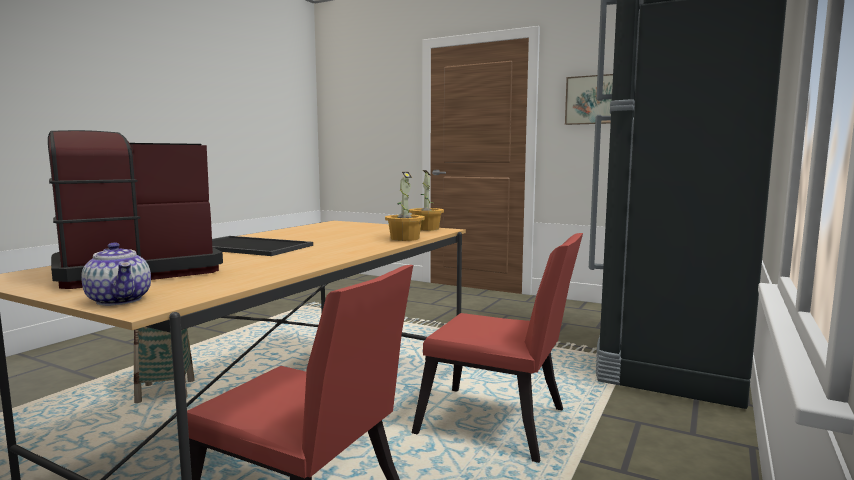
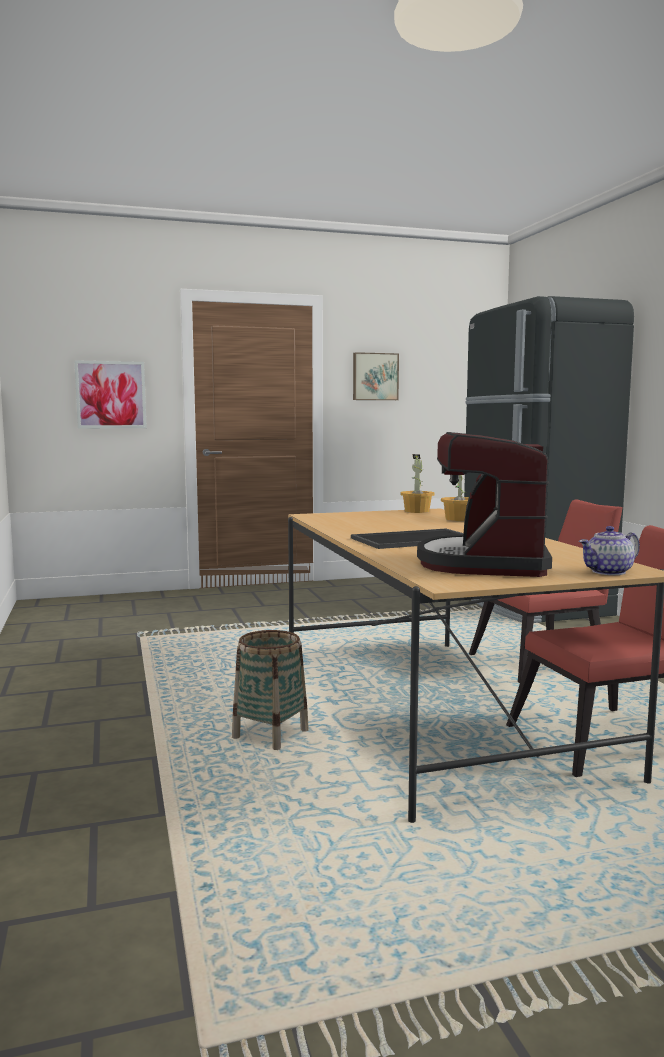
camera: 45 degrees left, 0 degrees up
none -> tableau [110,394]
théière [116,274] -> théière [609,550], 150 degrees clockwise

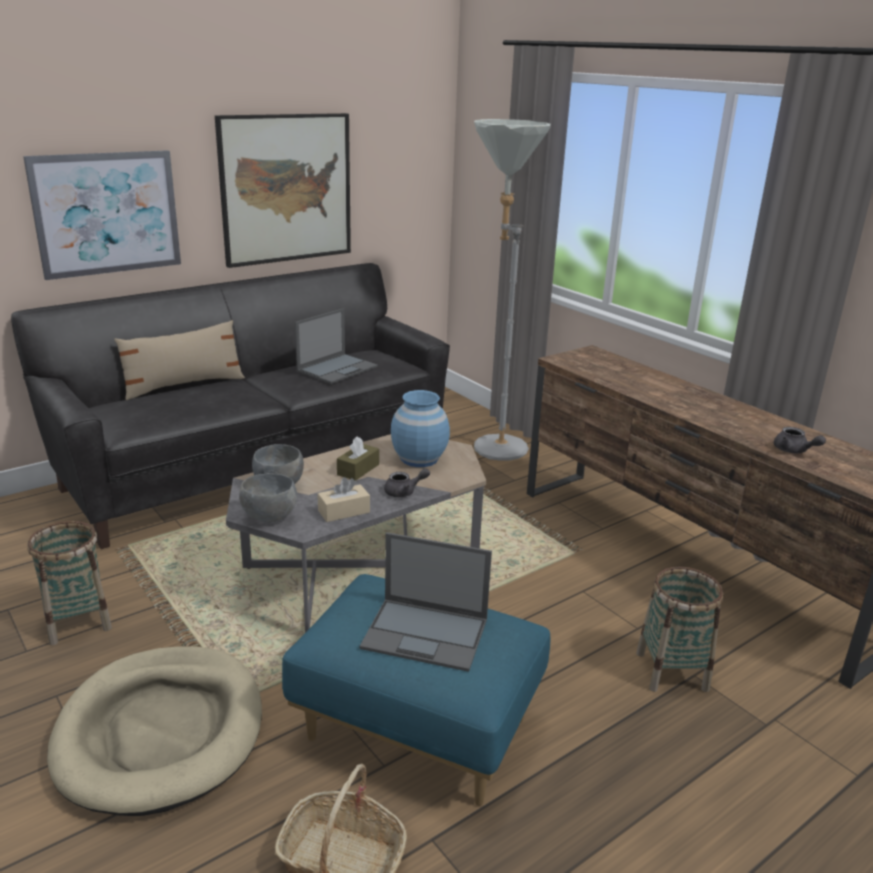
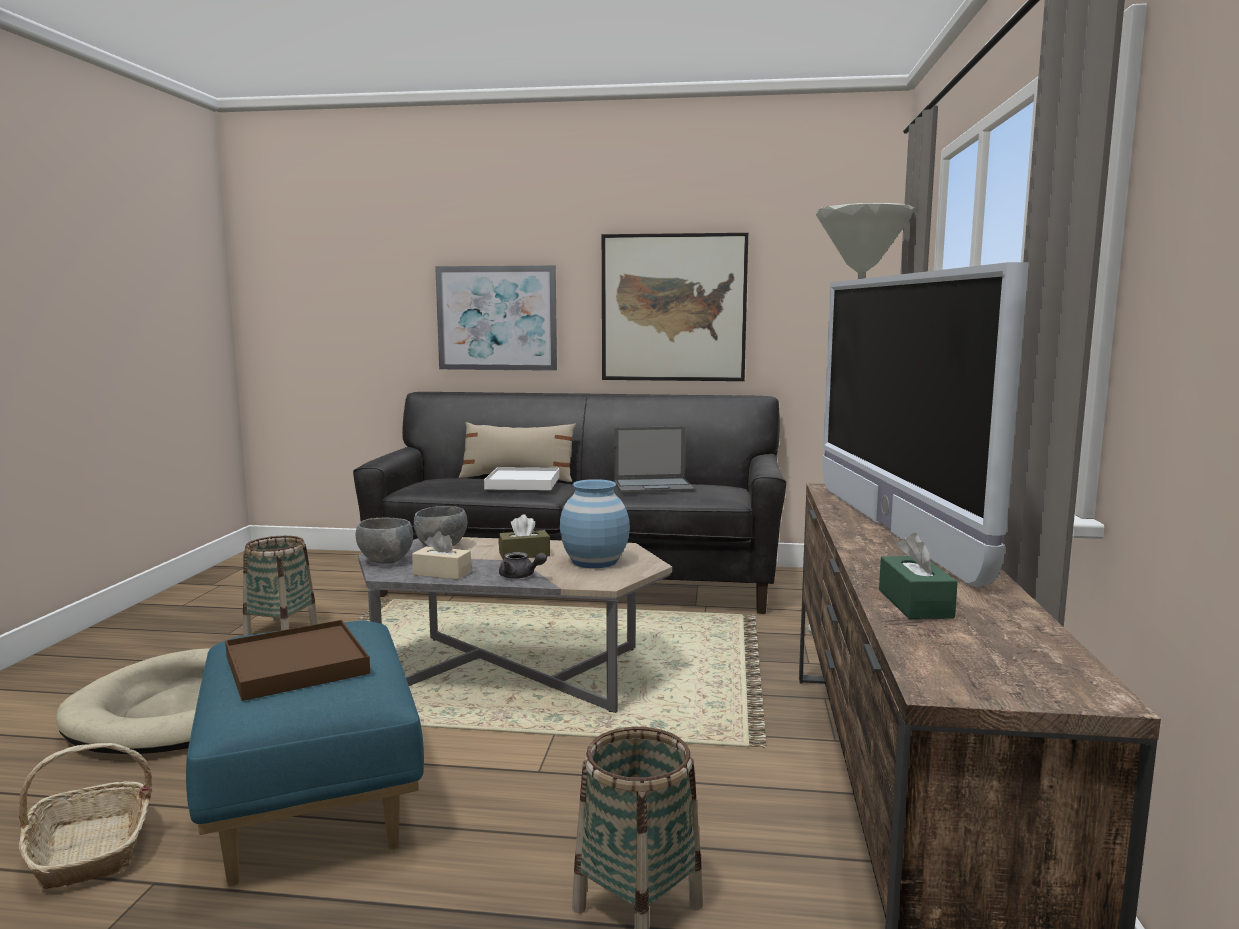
camera: 45 degrees right, 15 degrees down
ordinateur portable [426,602] -> plateau/marron [297,660]
none -> plateau/blanc [522,478]
none -> téléviseur [925,424]
théière/gris [800,440] -> boîte à mouchoirs/vert [918,576]

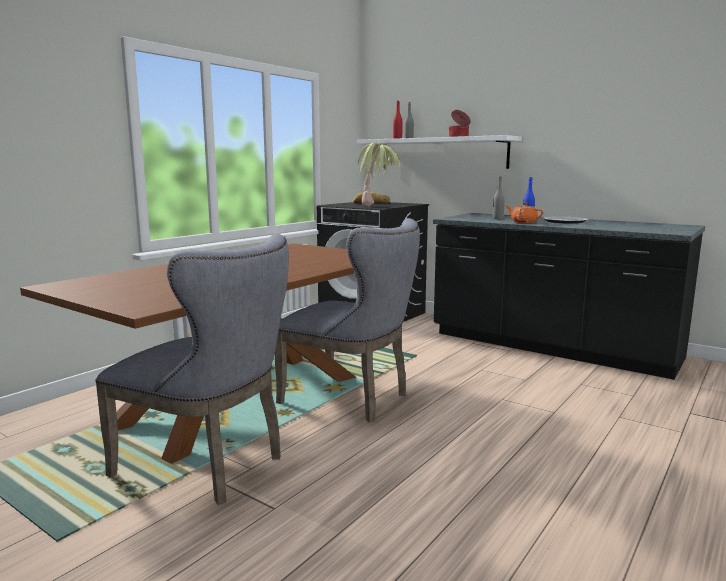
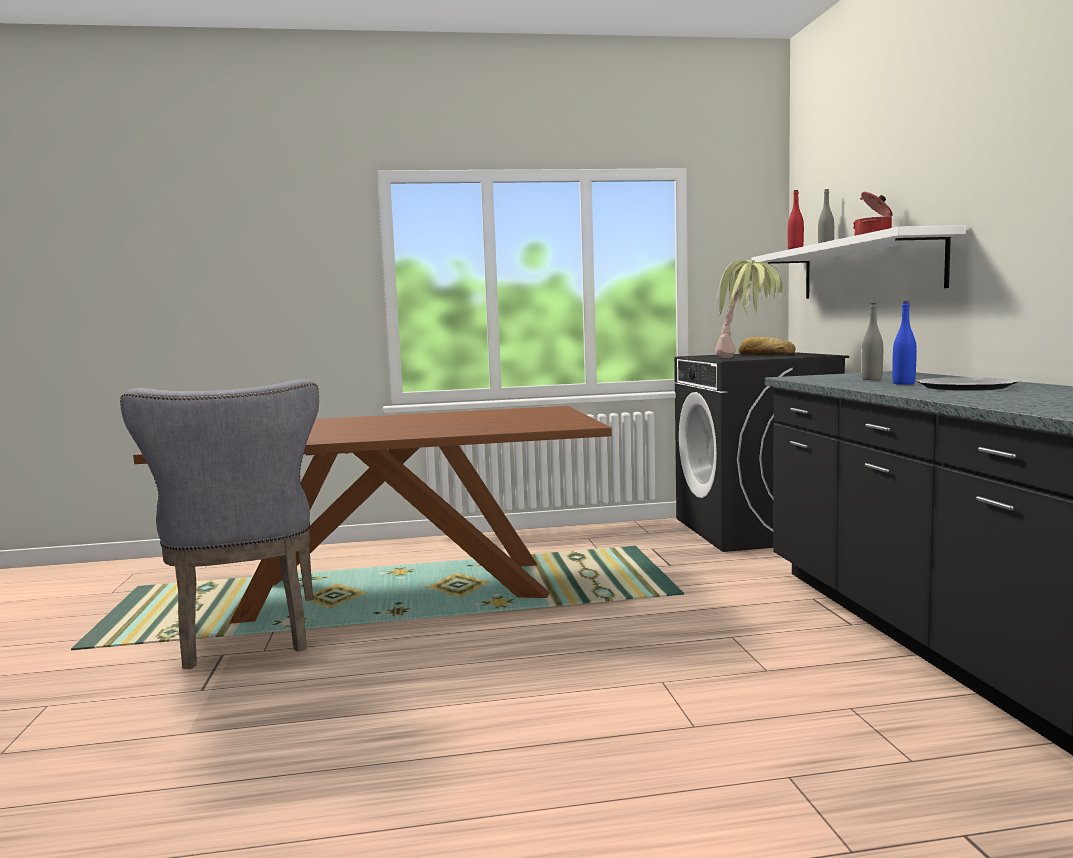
camera: 45 degrees right, 5 degrees down
chaise/gris [347,320] -> none
théière/orange [524,212] -> none

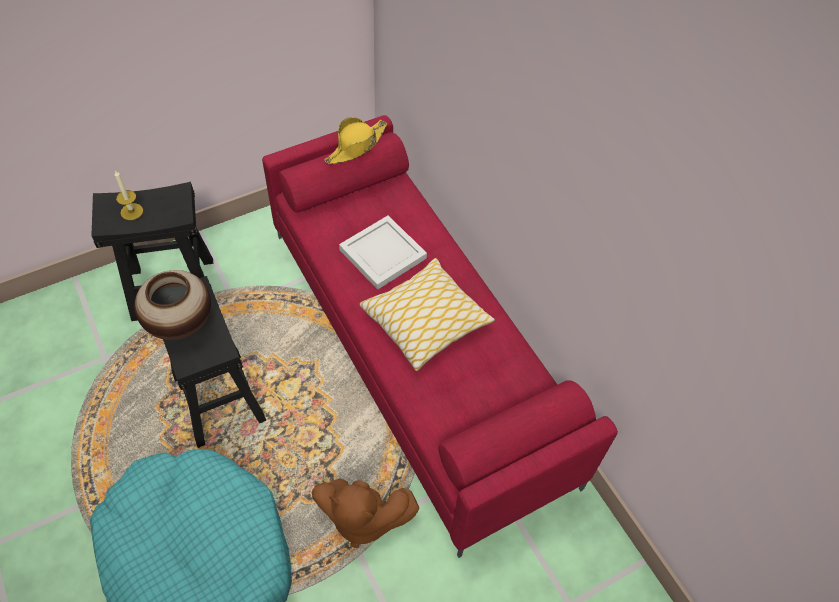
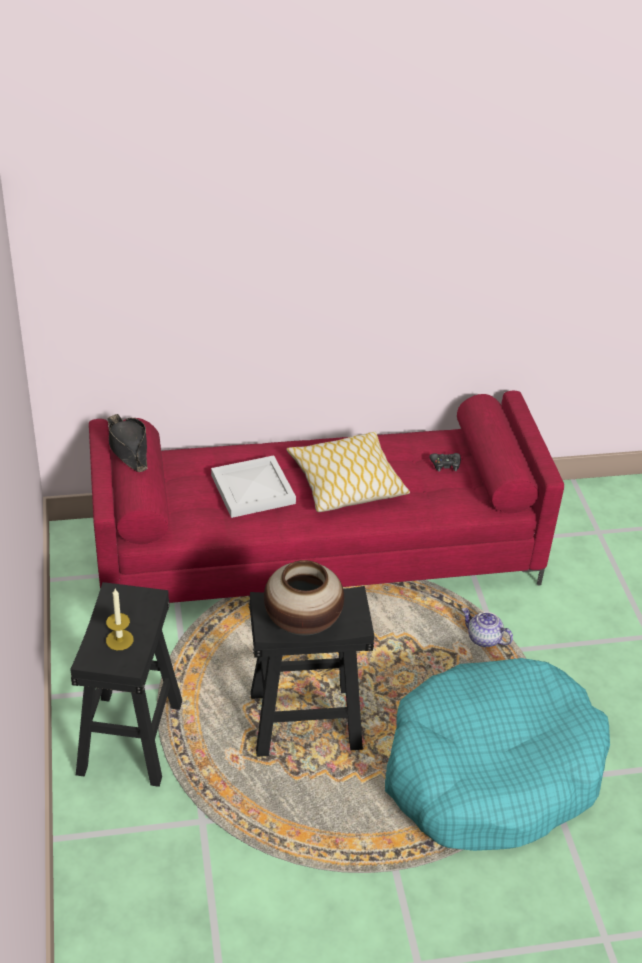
camera: 70 degrees left, 15 degrees down
chapeau/jaune [355,140] -> chapeau/noir [127,443]
none -> manette/noir [445,462]
peluche/marron [365,513] -> théière [487,627]

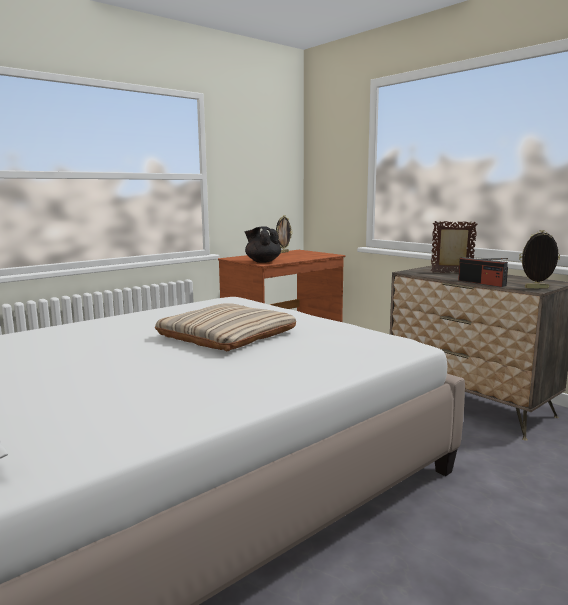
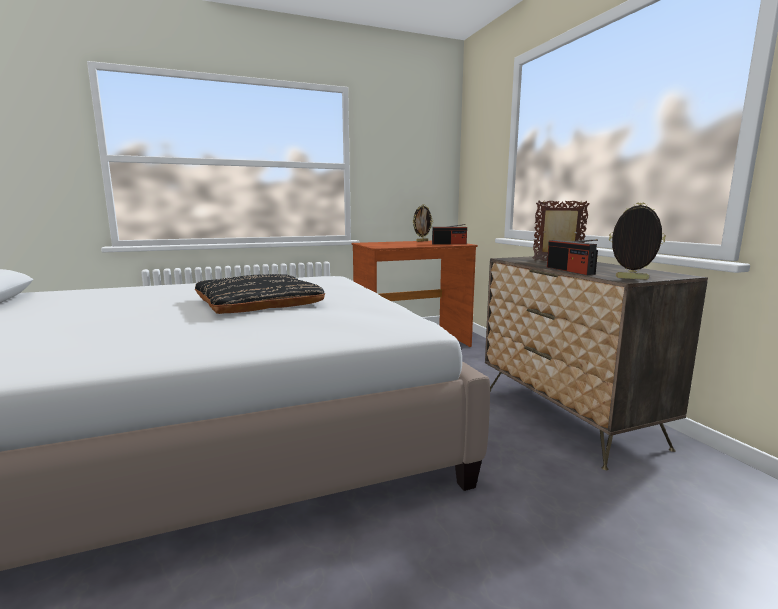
camera: 20 degrees right, 0 degrees up
coussin/beige [226,327] -> coussin/noir [260,294]
none -> radio [449,234]
théière/noir [263,244] -> none

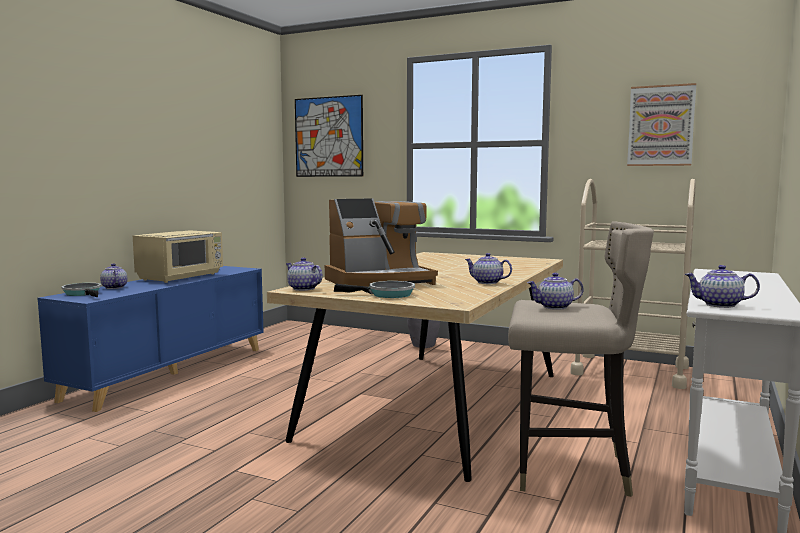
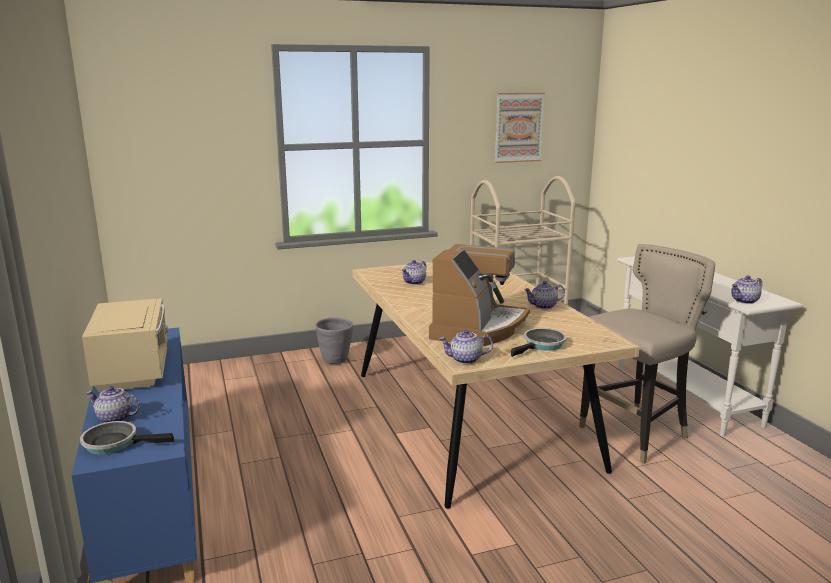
camera: 45 degrees left, 10 degrees up
théière [555,291] -> théière [414,272], move
tableau [329,136] -> none

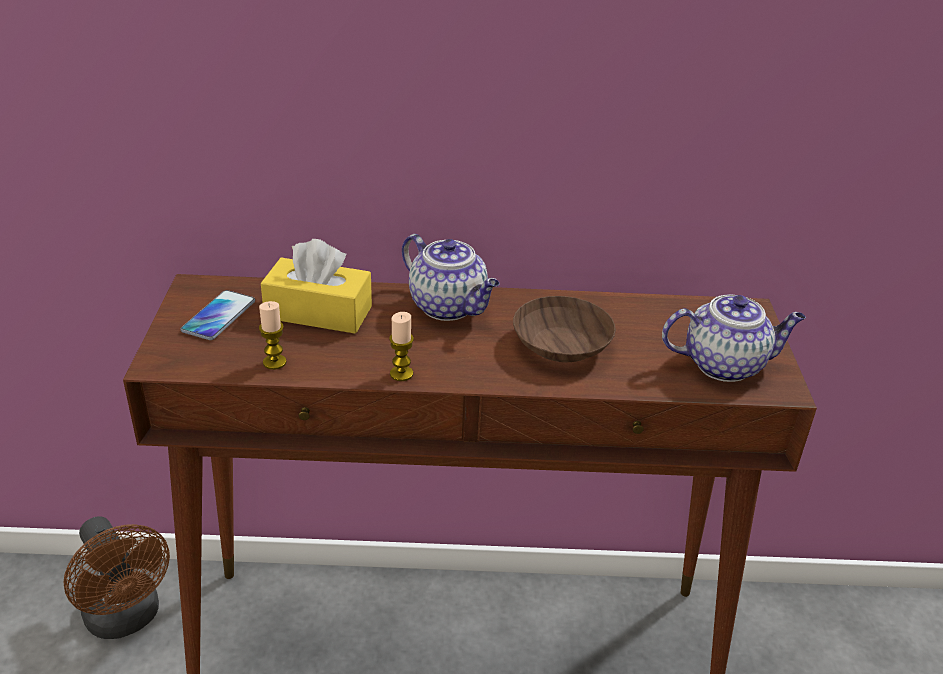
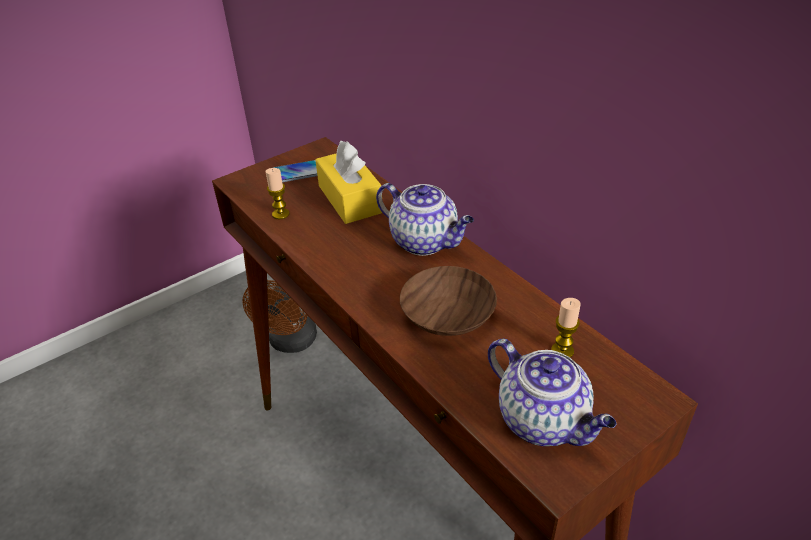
camera: 55 degrees right, 5 degrees up
théière [451,277] -> théière [425,219], 60 degrees counterclockwise
bougie [401,346] -> bougie [566,328], move

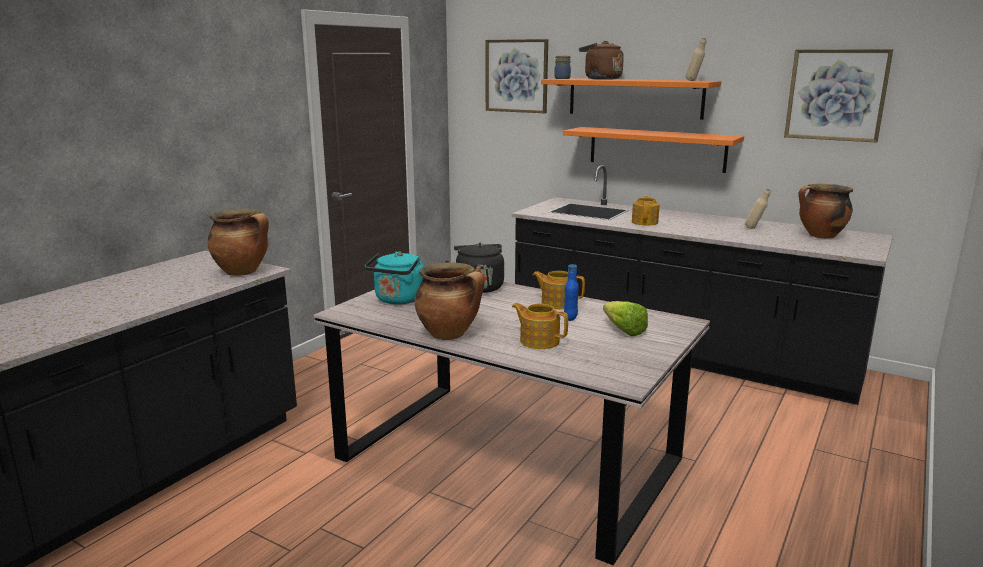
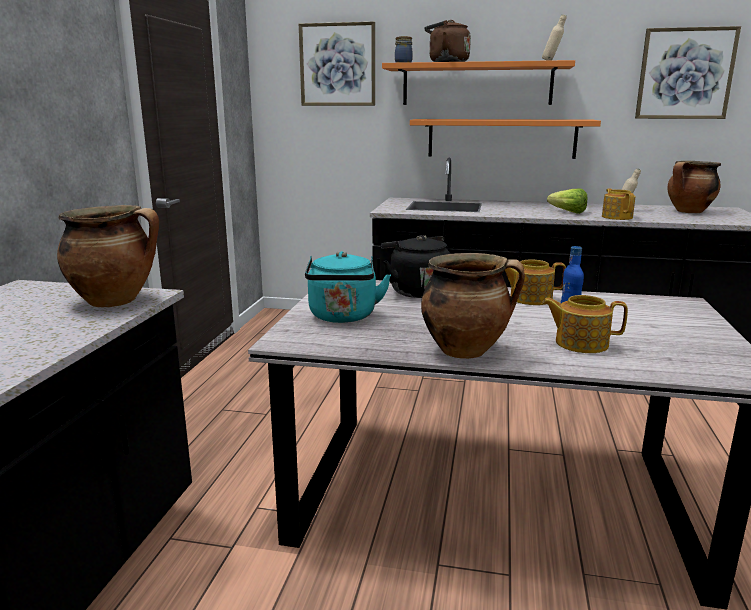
camera: 20 degrees left, 0 degrees up
laitue [625,318] -> laitue [567,201], move
théière [646,211] -> théière [618,204], move

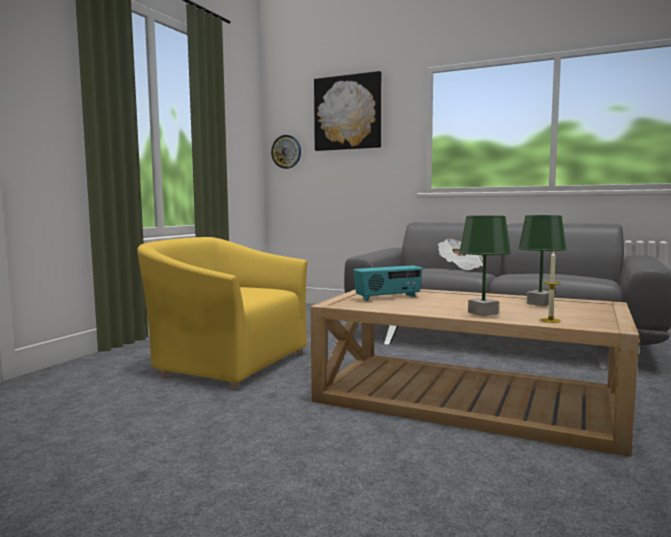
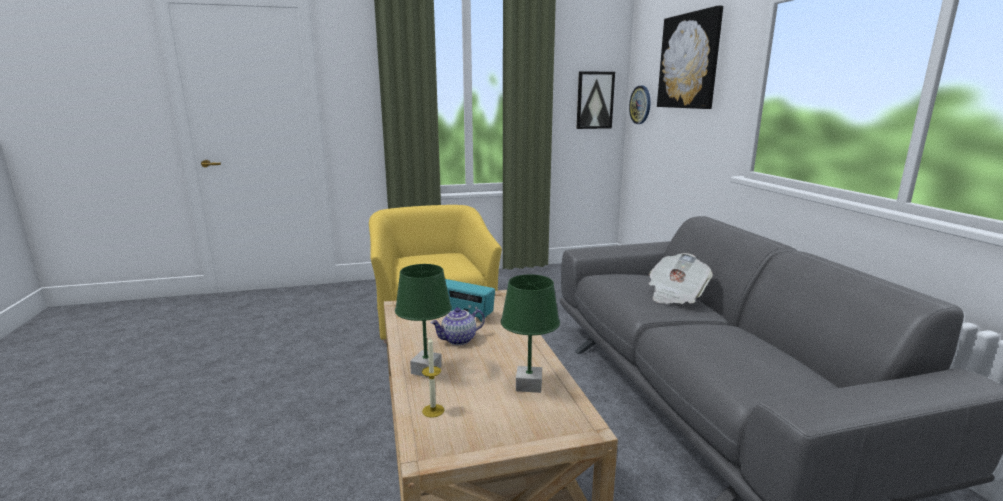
camera: 50 degrees right, 10 degrees up
none -> théière [457,326]
none -> tableau [595,100]

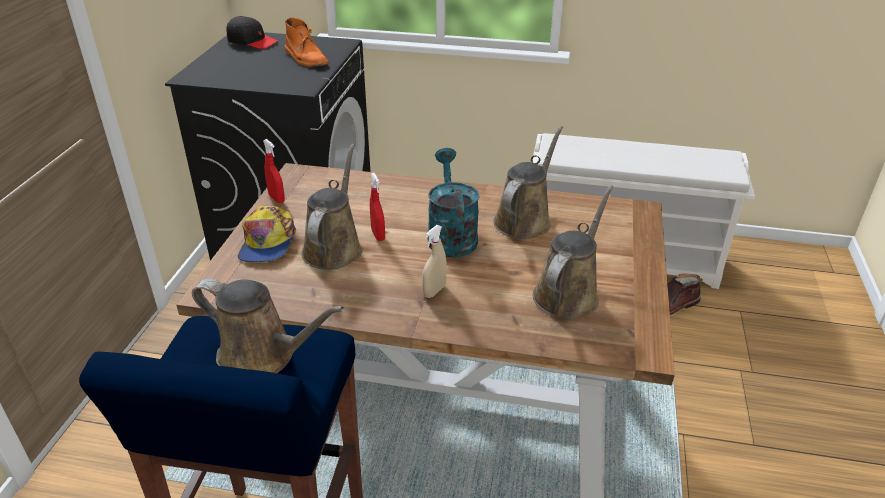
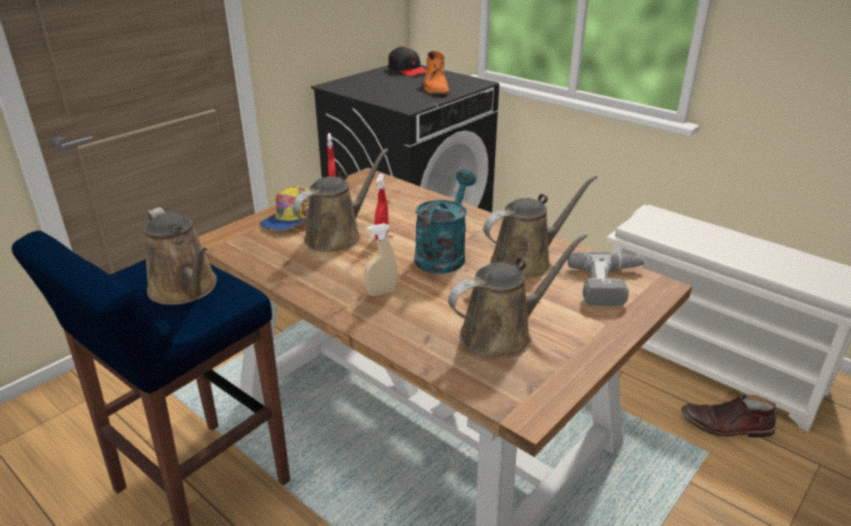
camera: 30 degrees right, 5 degrees down
none -> perceuse [607,279]

